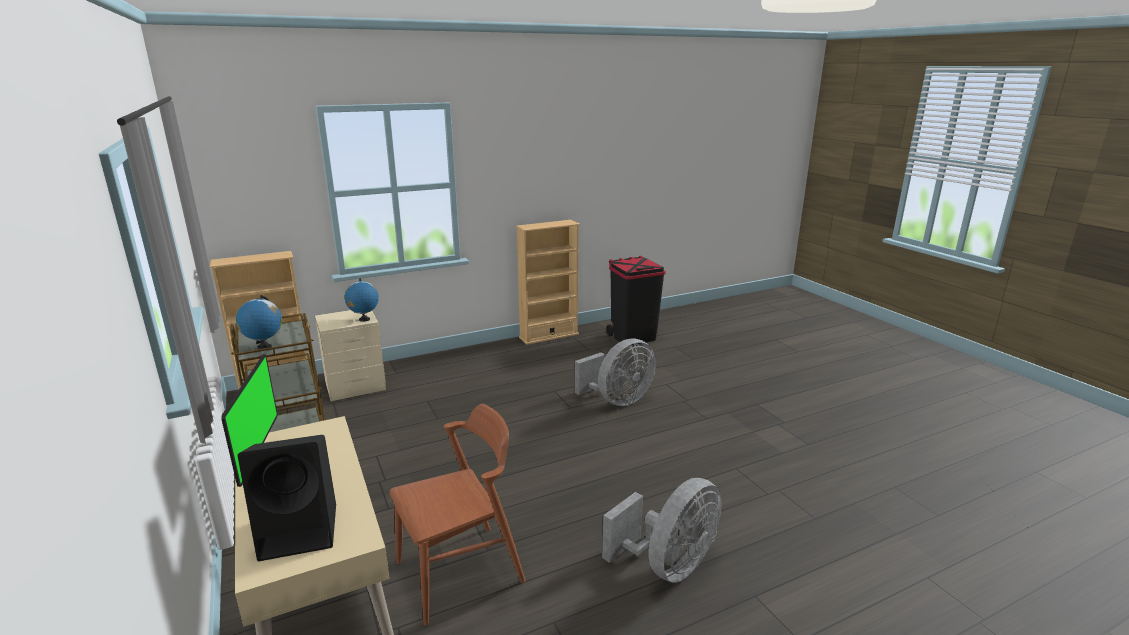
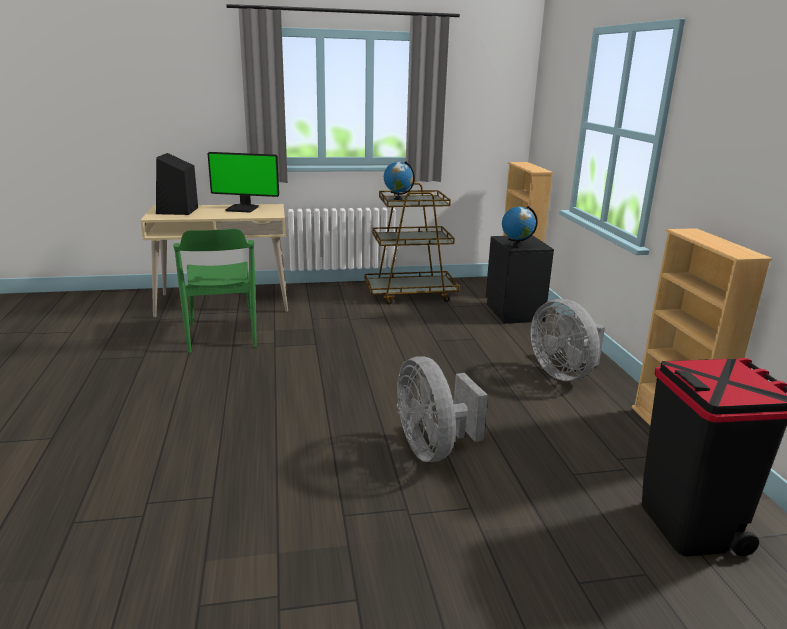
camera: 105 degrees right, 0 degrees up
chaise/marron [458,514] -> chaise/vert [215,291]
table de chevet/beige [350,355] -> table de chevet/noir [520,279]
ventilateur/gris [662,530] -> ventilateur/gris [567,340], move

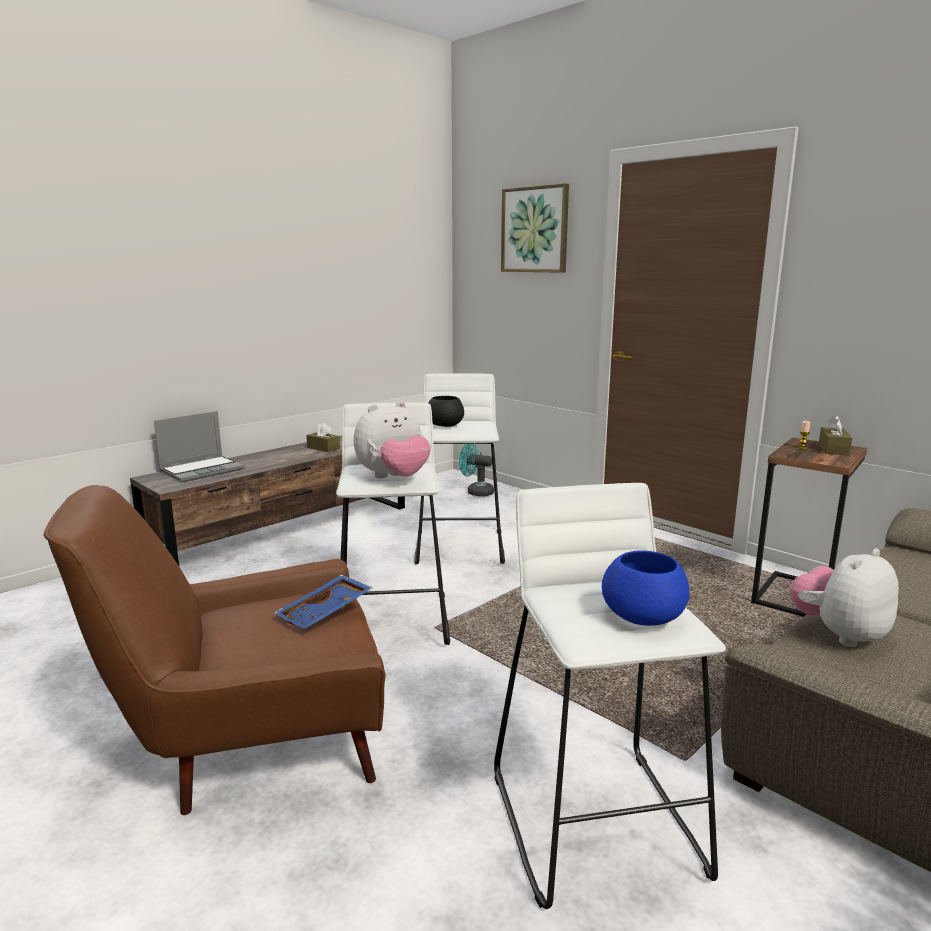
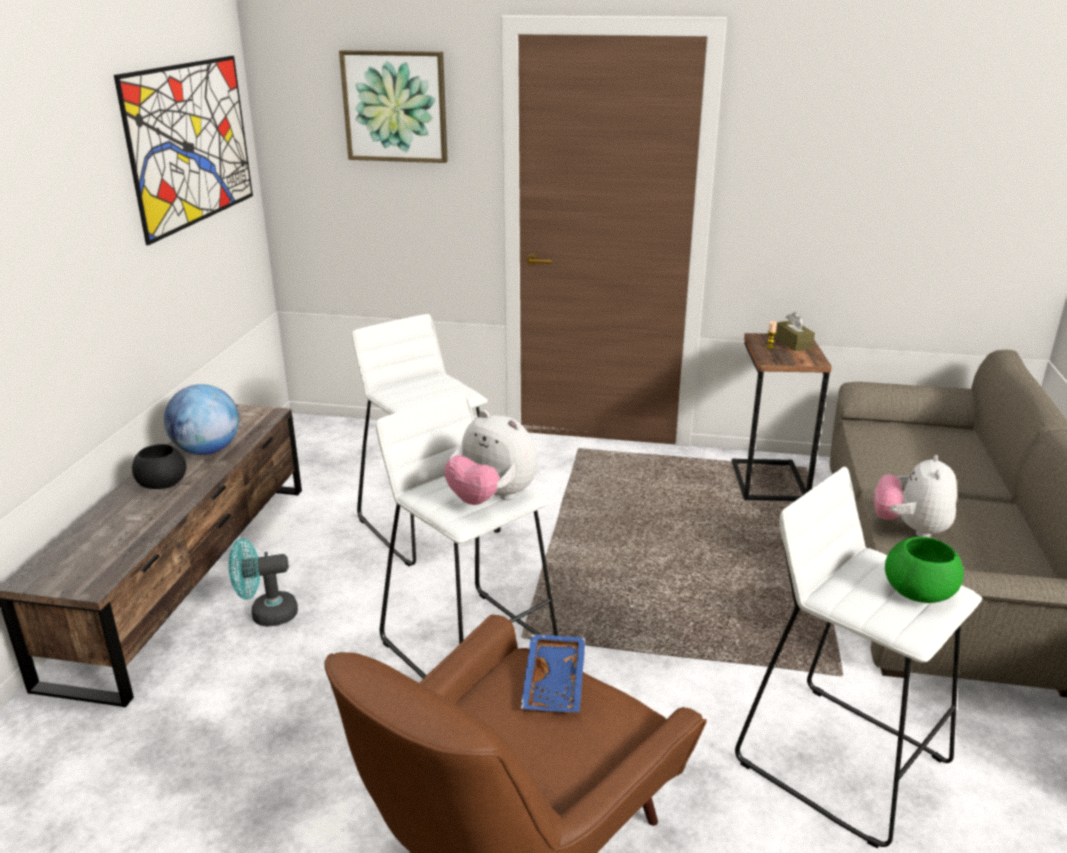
camera: 35 degrees left, 10 degrees up
none -> tableau [183,150]
bol/noir [446,411] -> bol/noir [159,466], move
boîte à mouchoirs/marron [323,437] -> globe [201,419]
ventilateur/turquoise [476,470] -> ventilateur/turquoise [263,582], move
peluche [392,440] -> peluche [491,457], 105 degrees clockwise
bol/bleu [645,588] -> bol/vert [924,570]
ordinateur portable [199,446] -> none

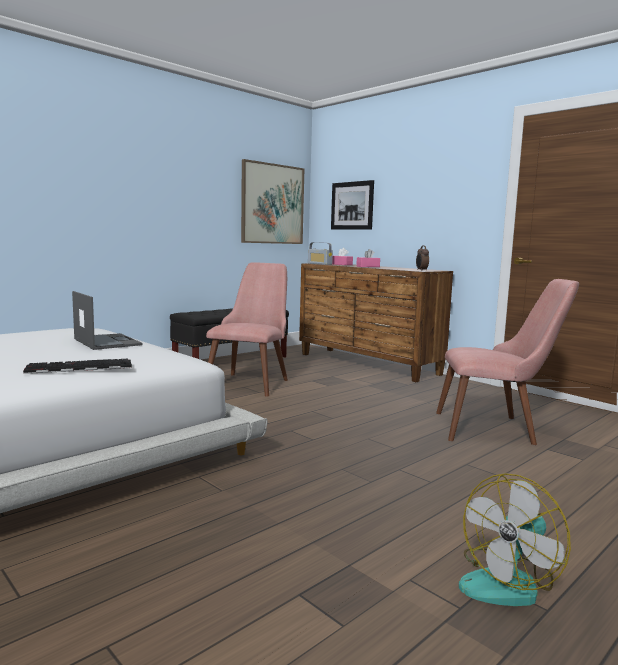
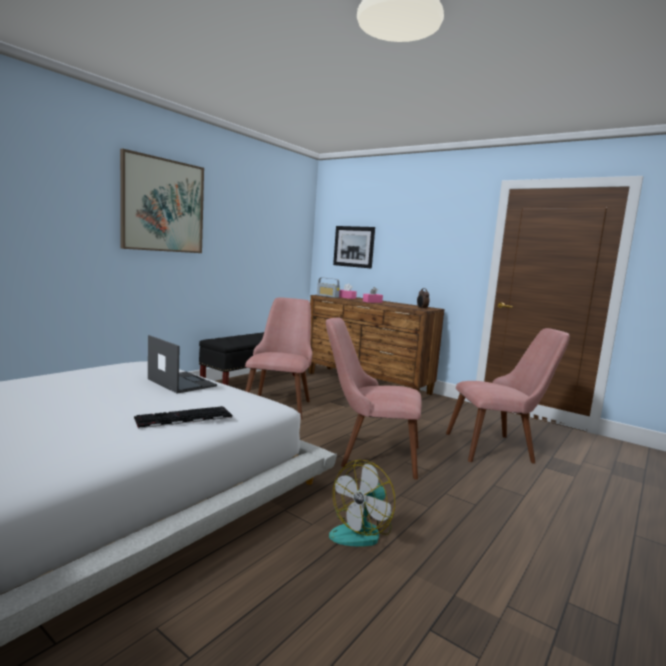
camera: 10 degrees left, 0 degrees up
tableau [272,201] -> tableau [162,201], move
none -> chaise/rose [373,398]
ventilateur [515,539] -> ventilateur [362,503], move

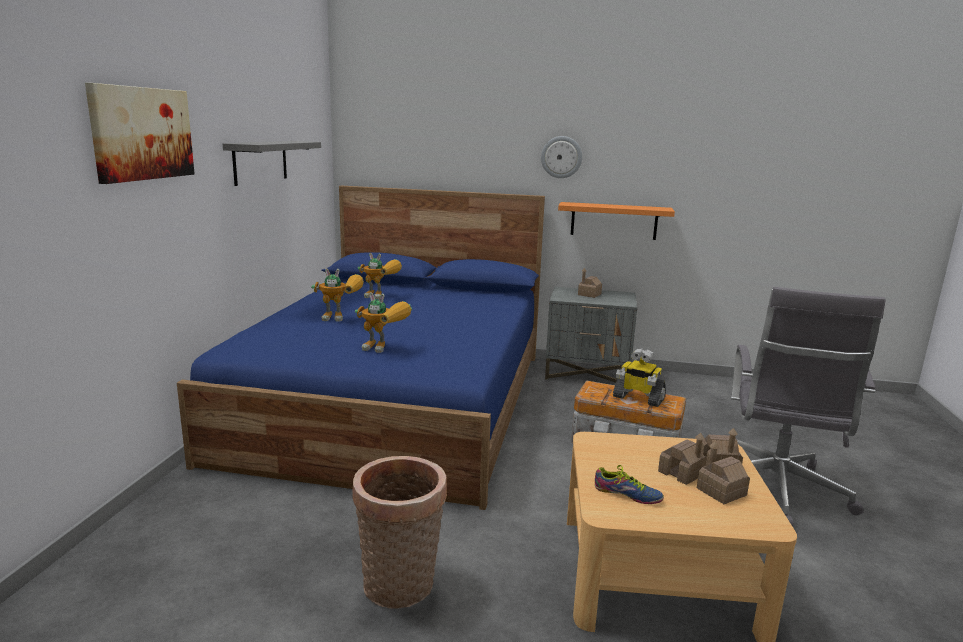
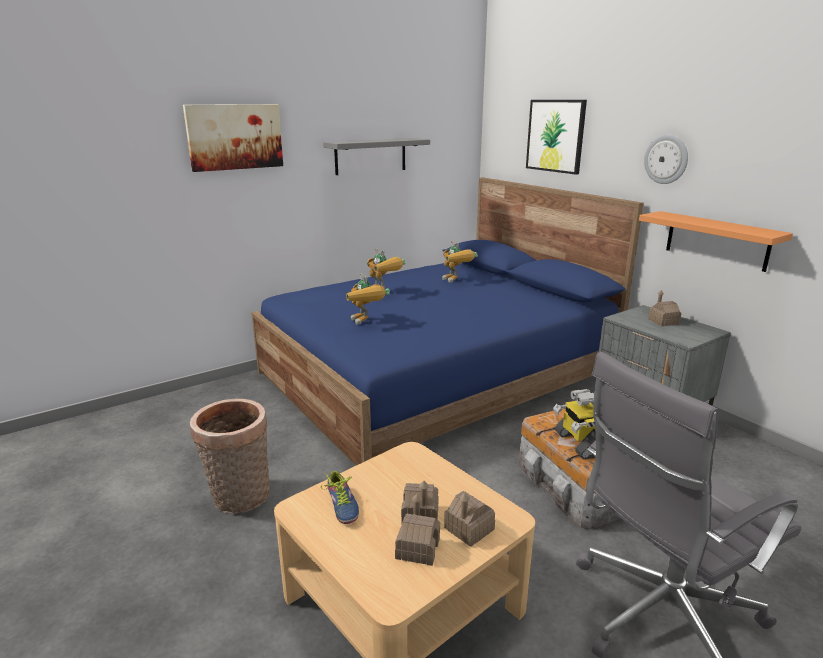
camera: 45 degrees right, 5 degrees up
none -> tableau [556,137]

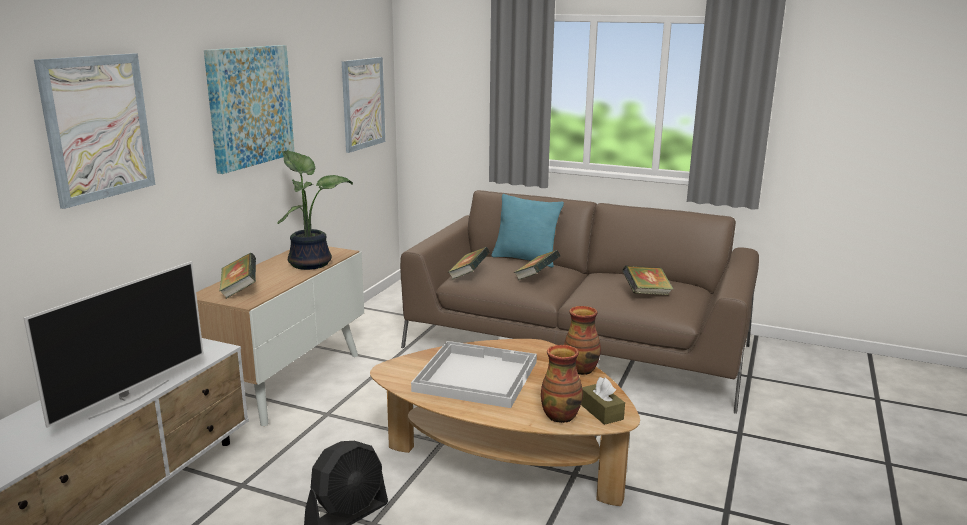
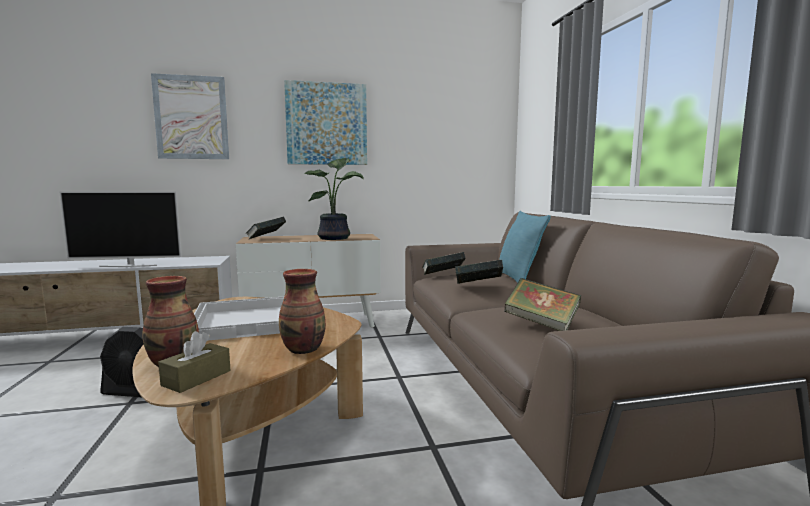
camera: 55 degrees right, 10 degrees down
tableau [363,105] -> none

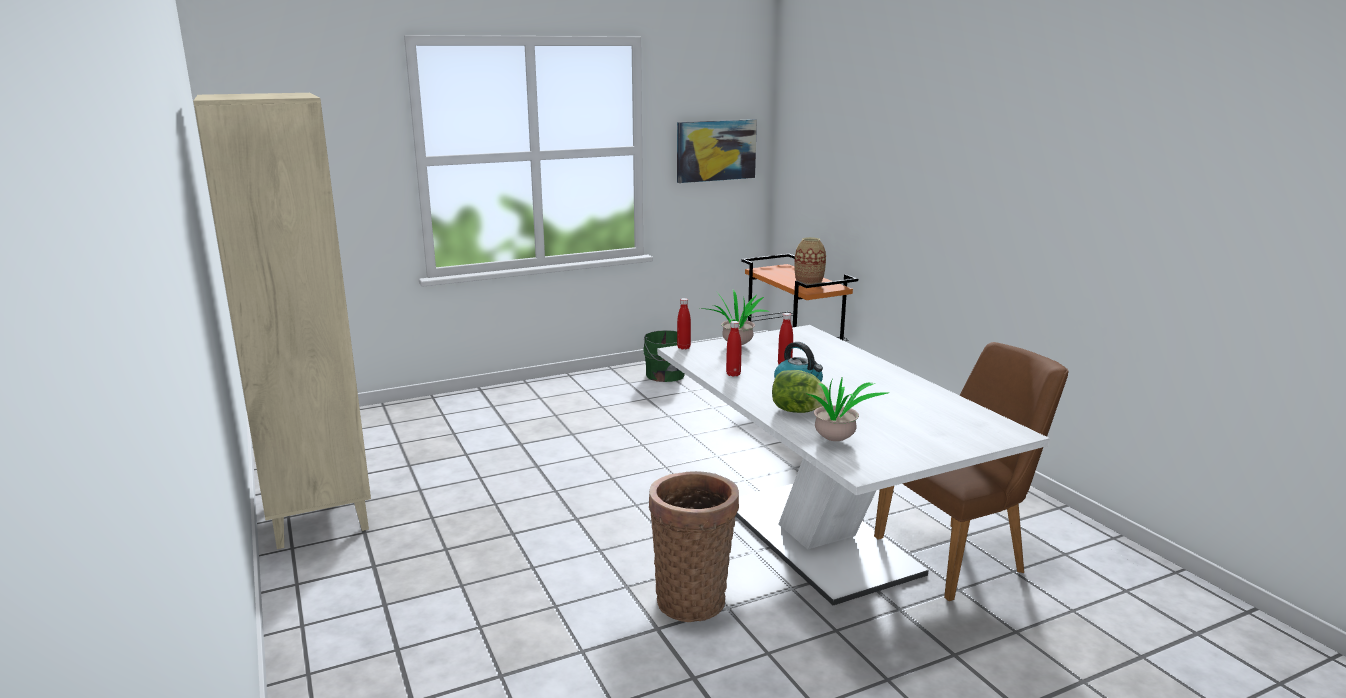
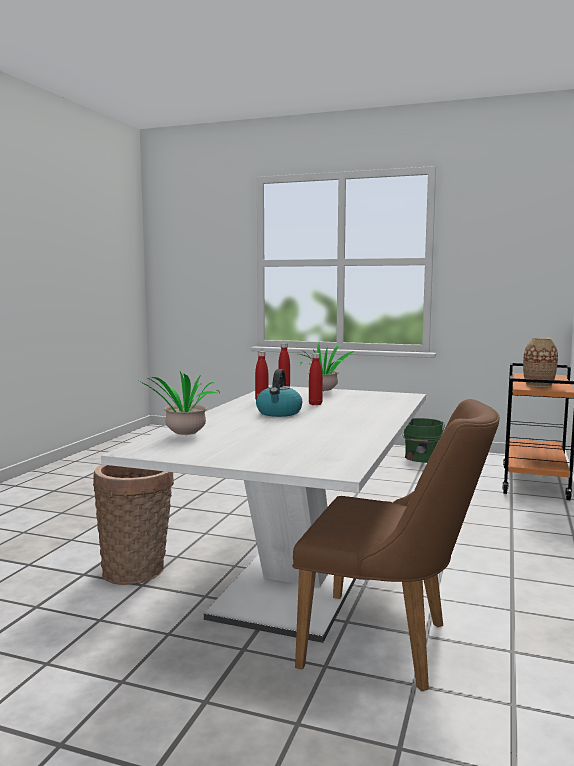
camera: 45 degrees right, 10 degrees down
bibliothèque/beige [282,321] -> none
tableau [717,151] -> none
laitue [800,391] -> none

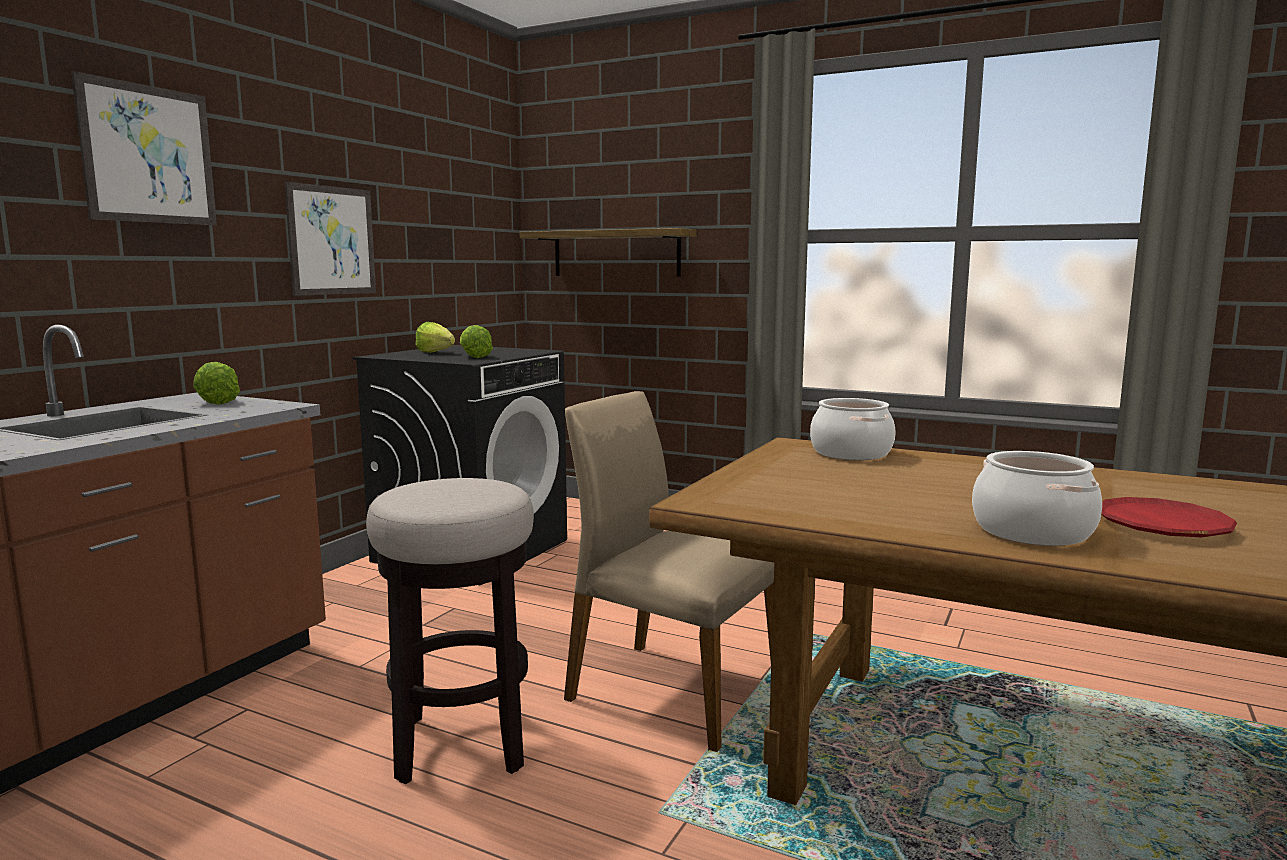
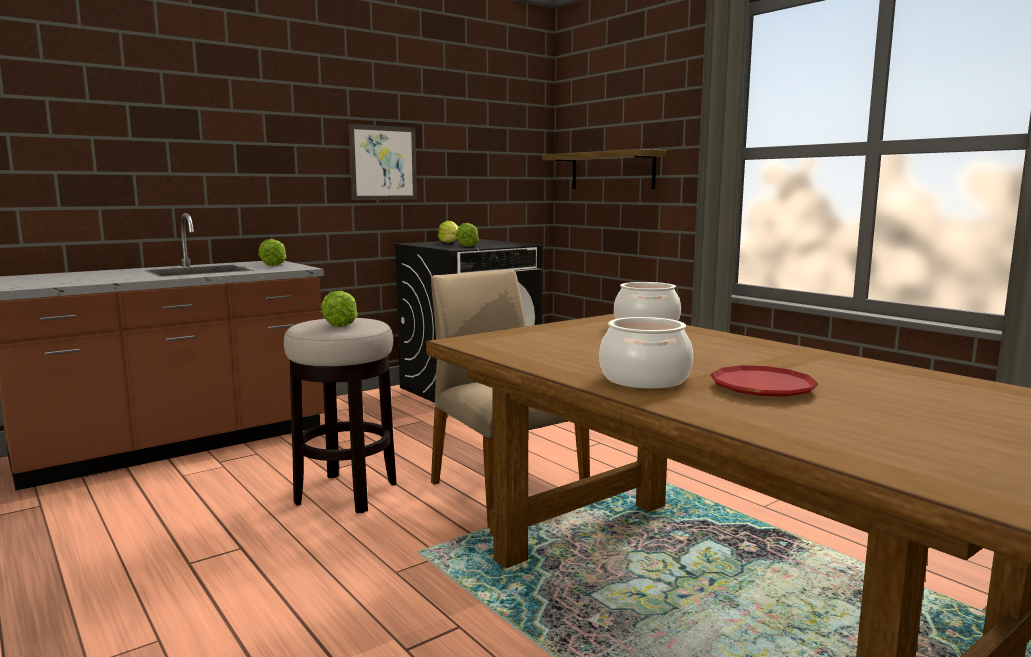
camera: 25 degrees right, 0 degrees up
none -> laitue [339,309]
tableau [144,148] -> none

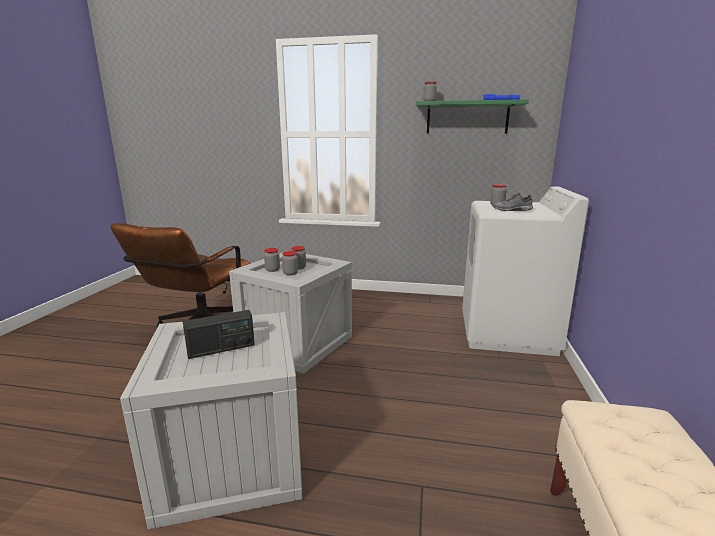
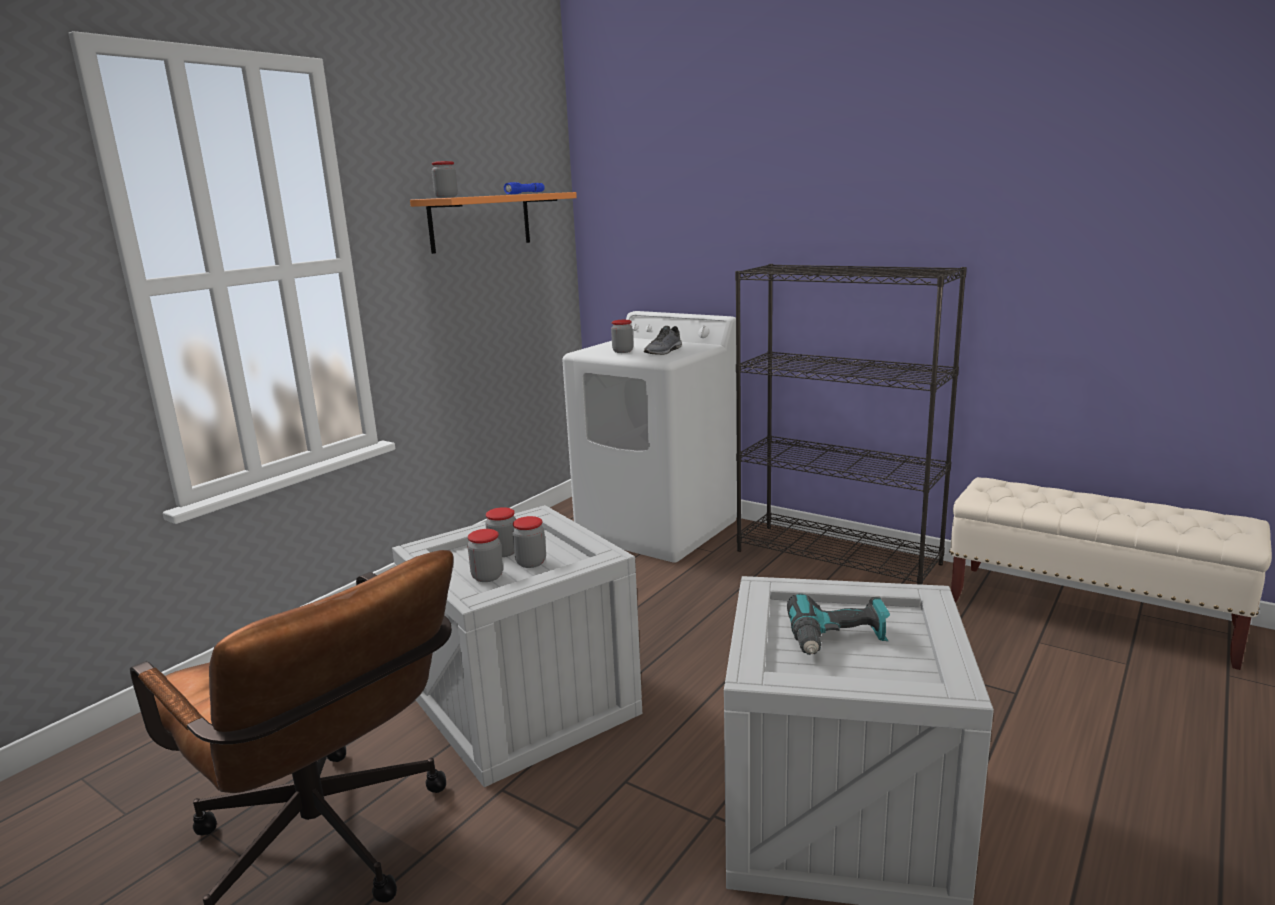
camera: 65 degrees left, 0 degrees up
étagère/vert [472,116] -> étagère/orange [493,223]
none -> bibliothèque/noir [851,424]
radio [219,334] -> perceuse [838,624]

